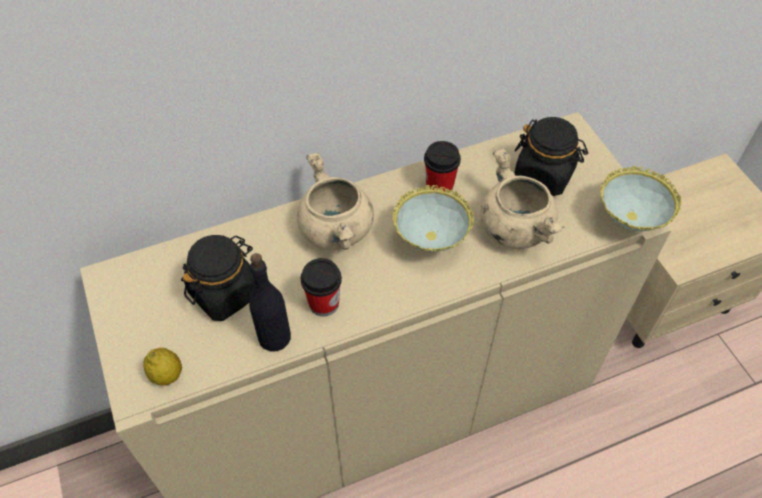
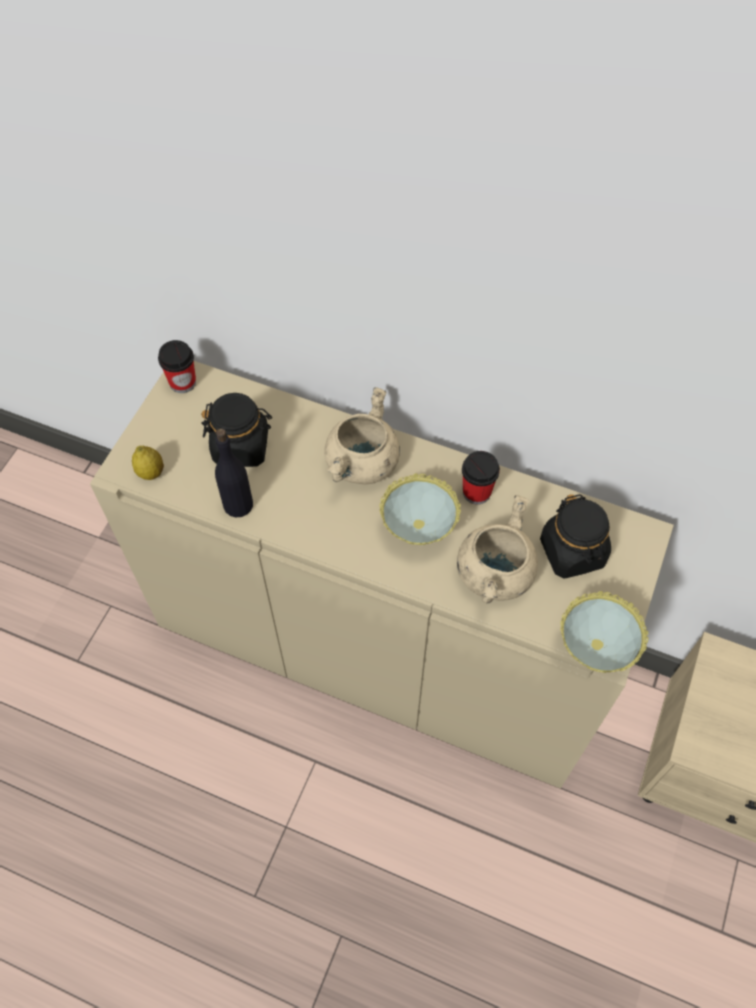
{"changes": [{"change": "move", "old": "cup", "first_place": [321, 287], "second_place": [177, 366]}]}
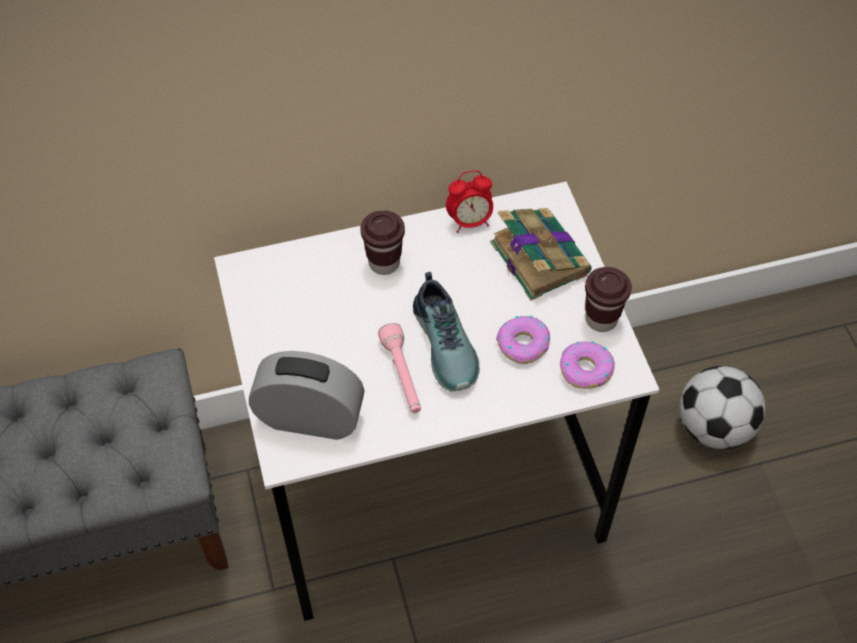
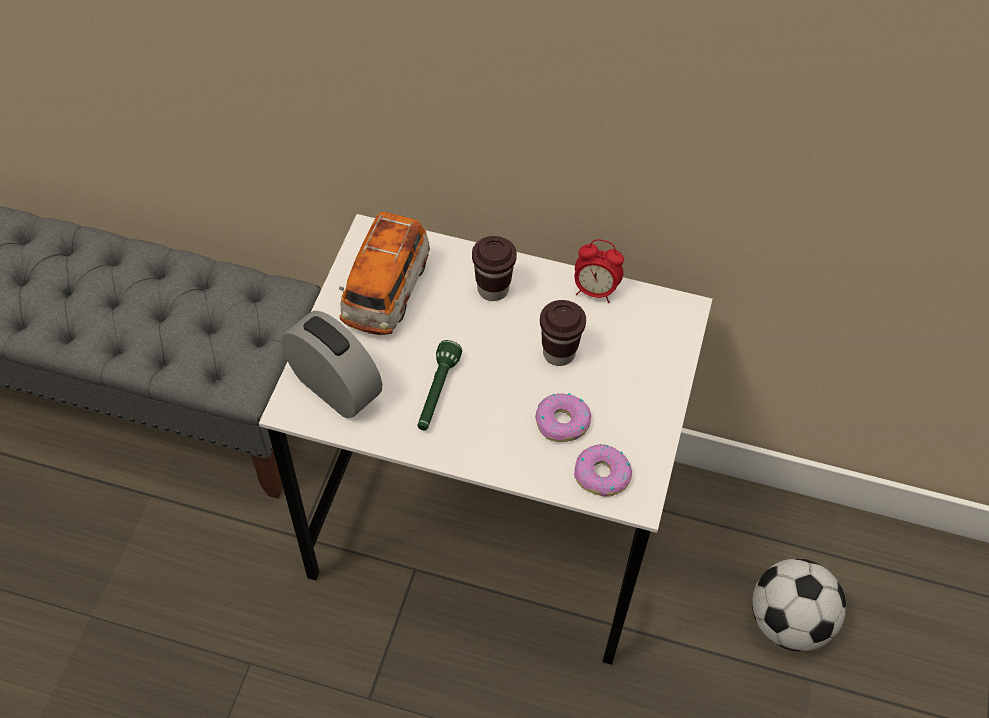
{"changes": [{"change": "delete", "old": "book", "first_place": [541, 254]}, {"change": "move", "old": "cup (brown)", "first_place": [608, 299], "second_place": [563, 333]}, {"change": "delete", "old": "shoe", "first_place": [446, 331]}, {"change": "recolor", "old": "flashlight (pink)", "new": "flashlight (green)", "first_place": [399, 368], "second_place": [440, 385]}, {"change": "insert", "new": "toy car", "second_place": [384, 273]}]}
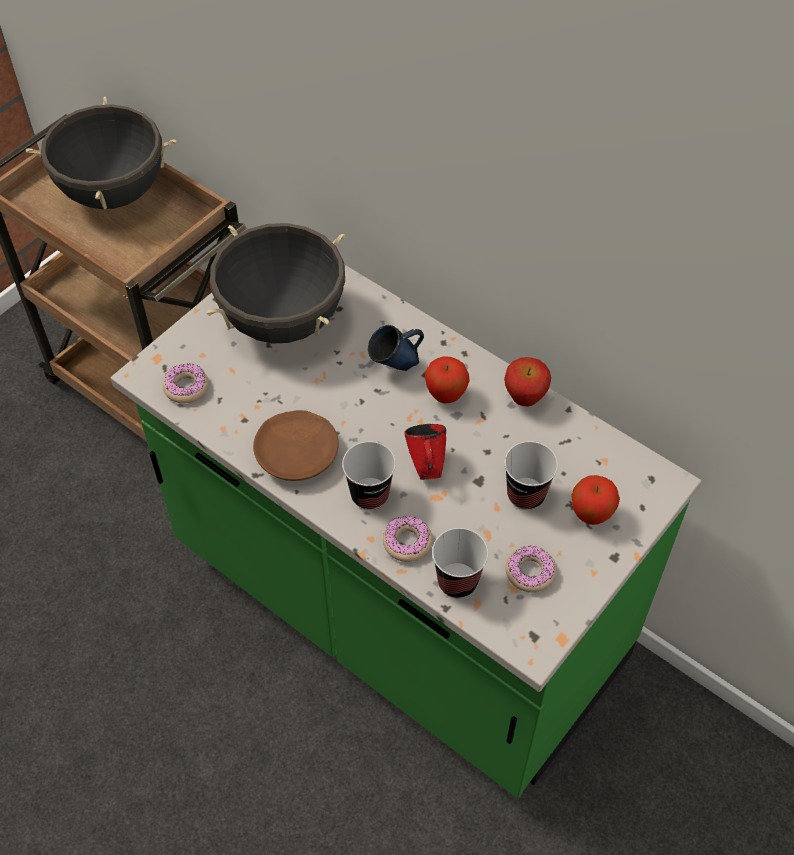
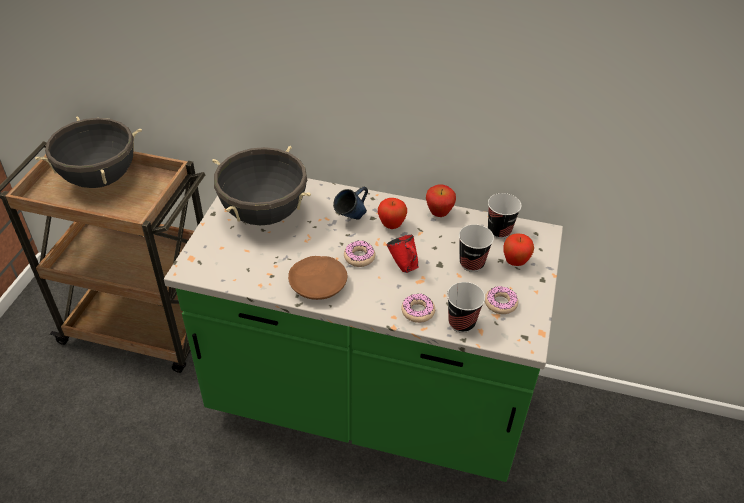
{"changes": [{"change": "move", "old": "donut", "first_place": [185, 384], "second_place": [359, 253]}, {"change": "move", "old": "cup", "first_place": [369, 475], "second_place": [504, 216]}]}
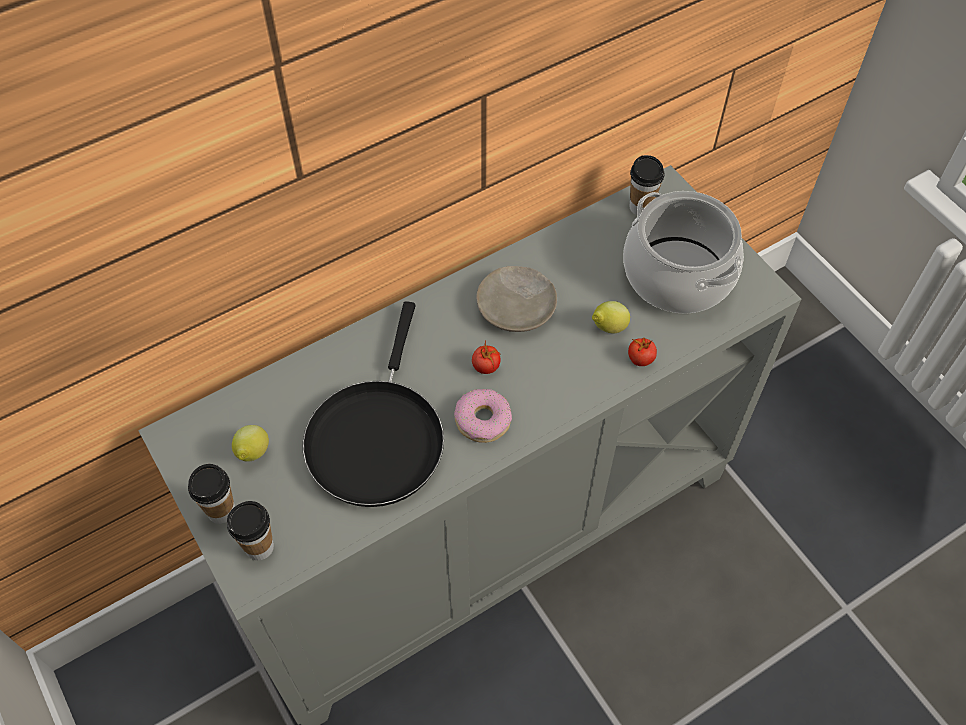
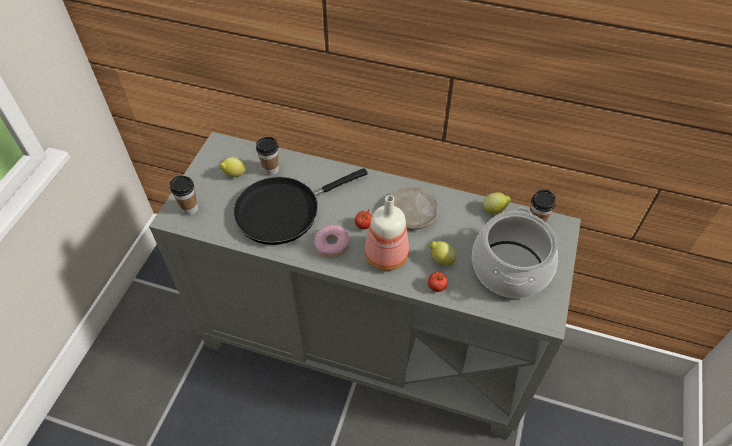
{"changes": [{"change": "move", "old": "cup", "first_place": [211, 494], "second_place": [267, 156]}, {"change": "insert", "new": "lemon", "second_place": [497, 203]}, {"change": "insert", "new": "bottle", "second_place": [386, 233]}]}
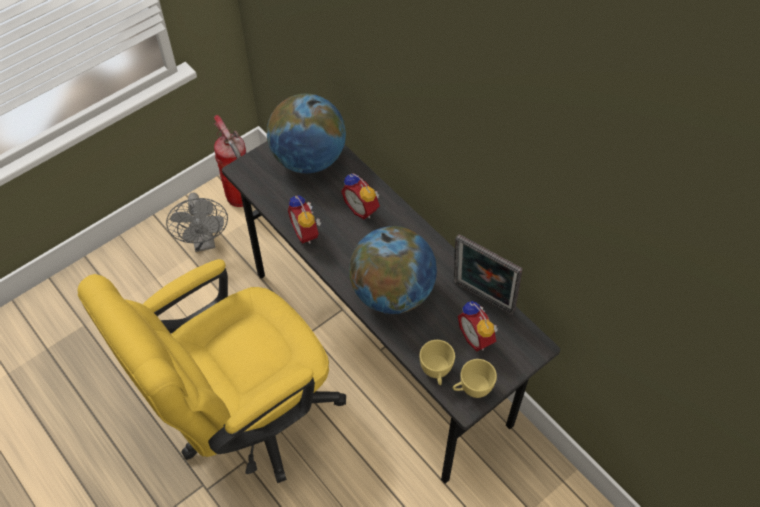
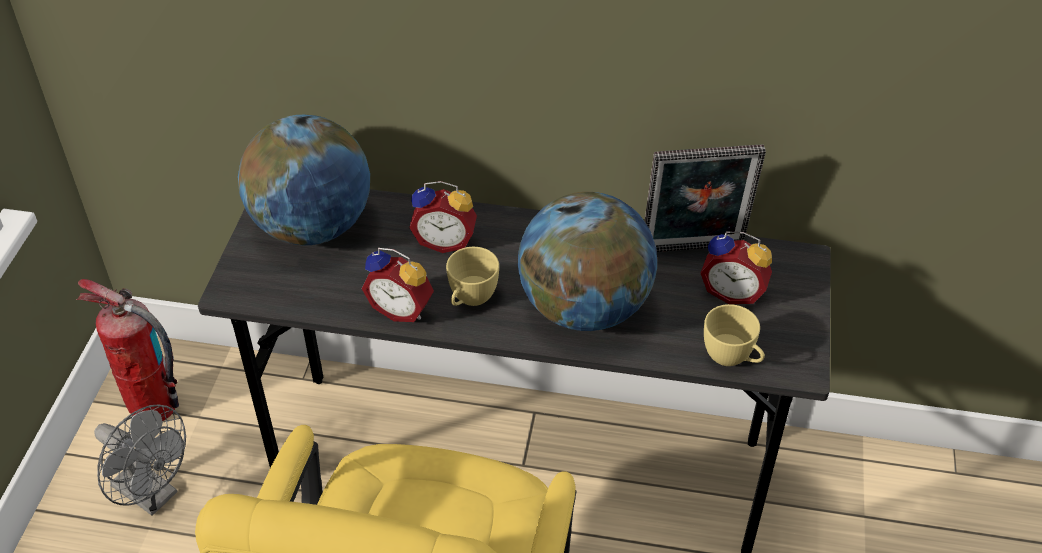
{"changes": [{"change": "move", "old": "cup (yellow)", "first_place": [475, 378], "second_place": [472, 276]}]}
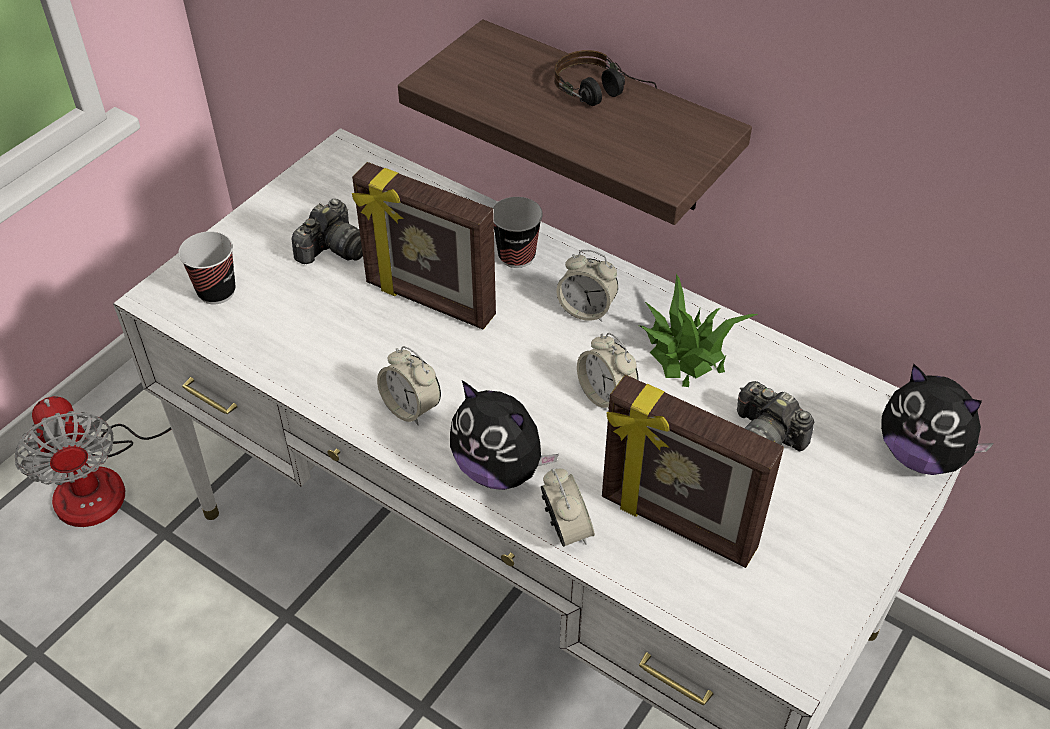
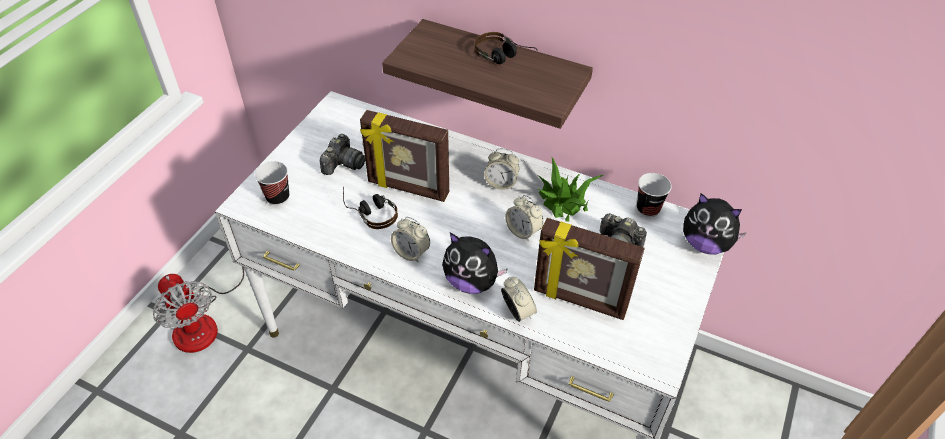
{"changes": [{"change": "move", "old": "cup", "first_place": [518, 232], "second_place": [654, 195]}, {"change": "insert", "new": "headphones", "second_place": [370, 208]}]}
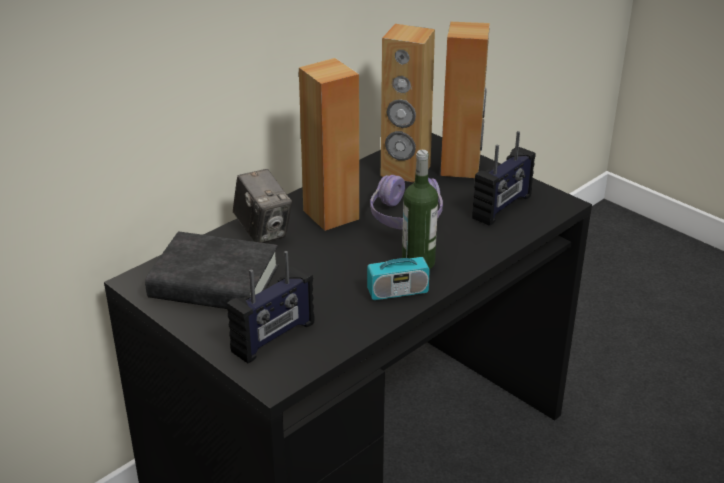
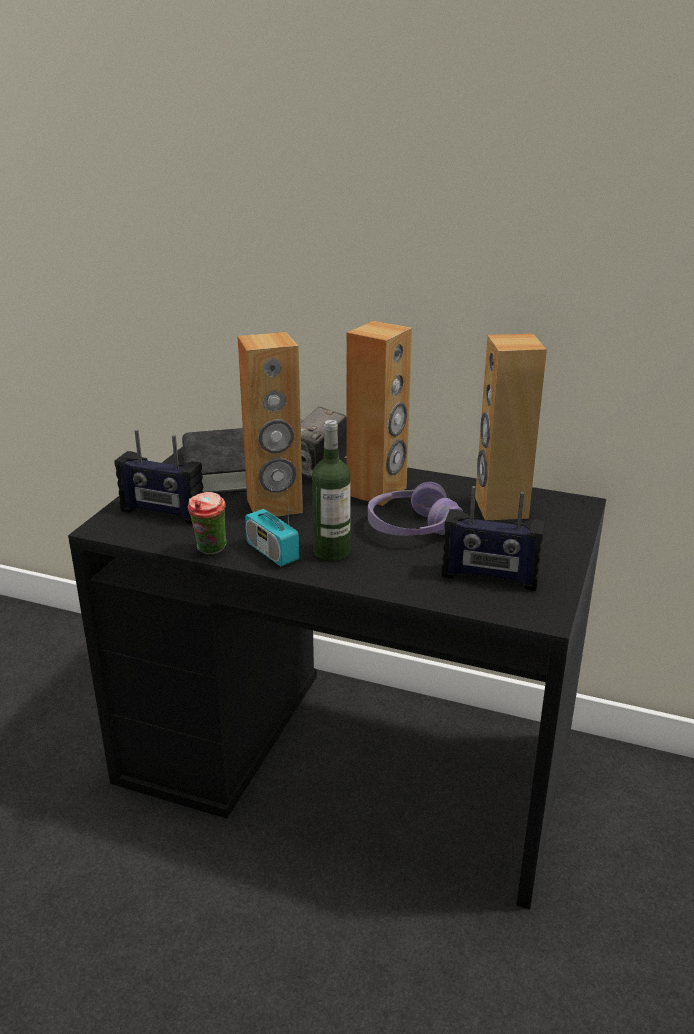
{"changes": [{"change": "move", "old": "speaker (brown)", "first_place": [465, 100], "second_place": [270, 424]}, {"change": "insert", "new": "cup", "second_place": [207, 523]}]}
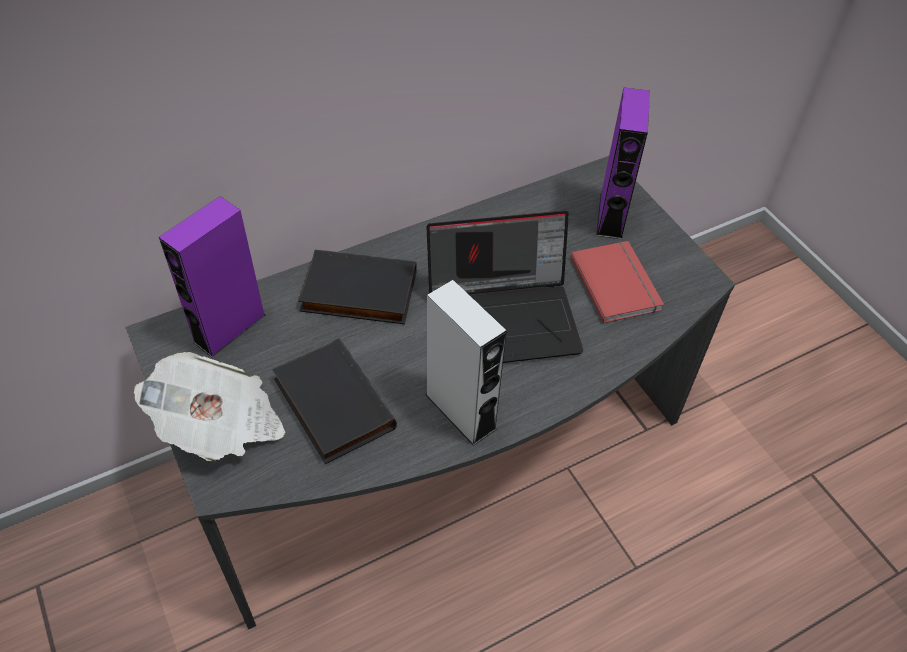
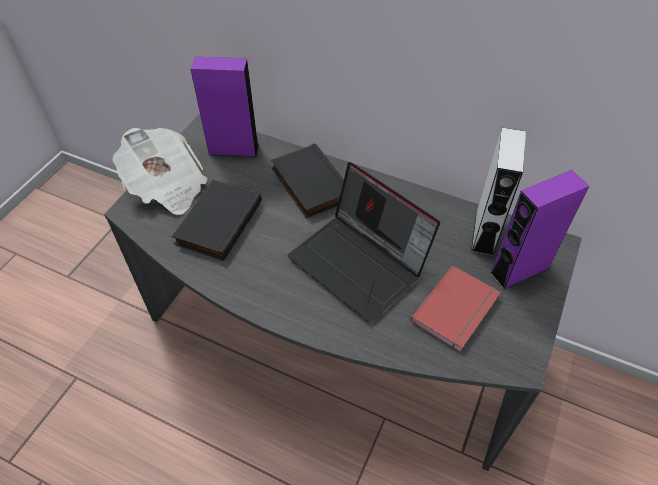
{"changes": [{"change": "move", "old": "speaker (grey)", "first_place": [466, 363], "second_place": [498, 192]}]}
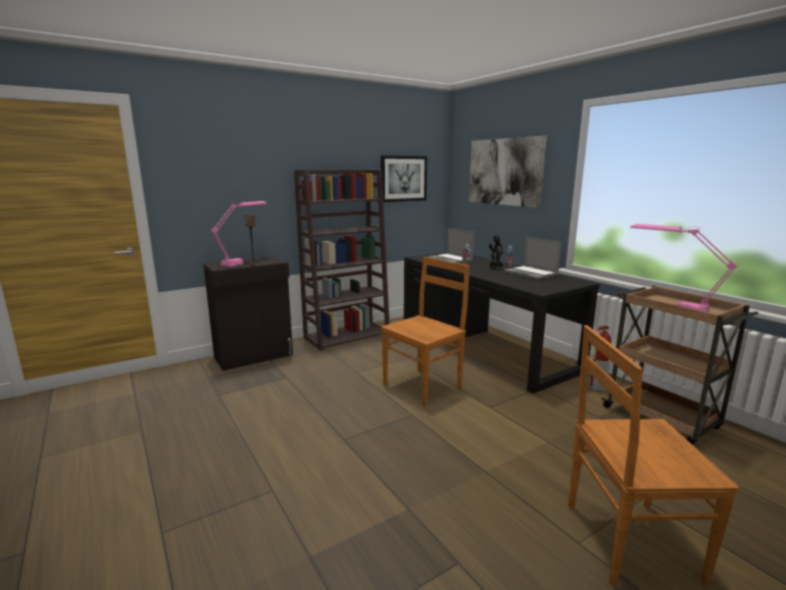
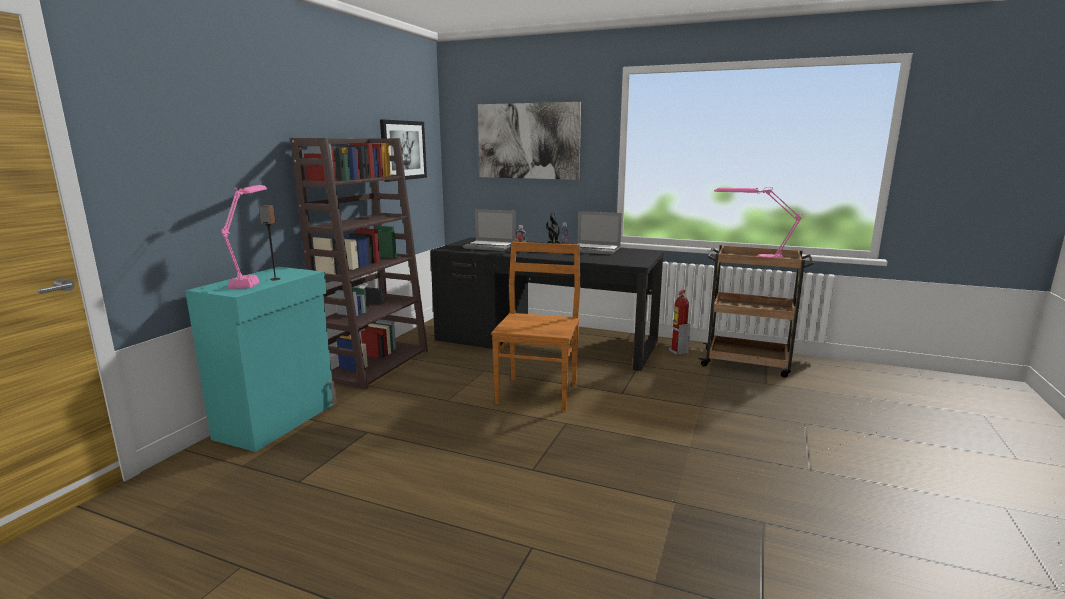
{"changes": [{"change": "recolor", "old": "cabinet (black)", "new": "cabinet (turquoise)", "first_place": [248, 313], "second_place": [261, 359]}, {"change": "delete", "old": "chair (brown)", "first_place": [653, 455]}]}
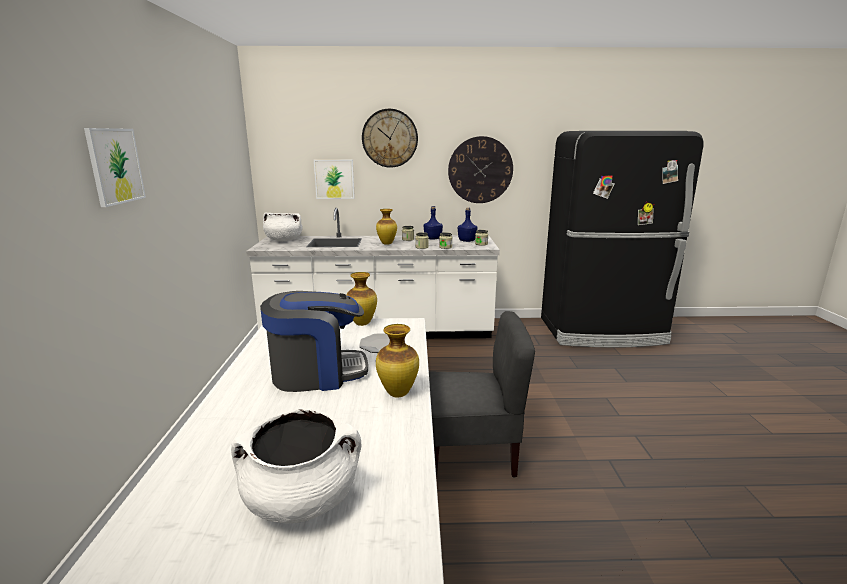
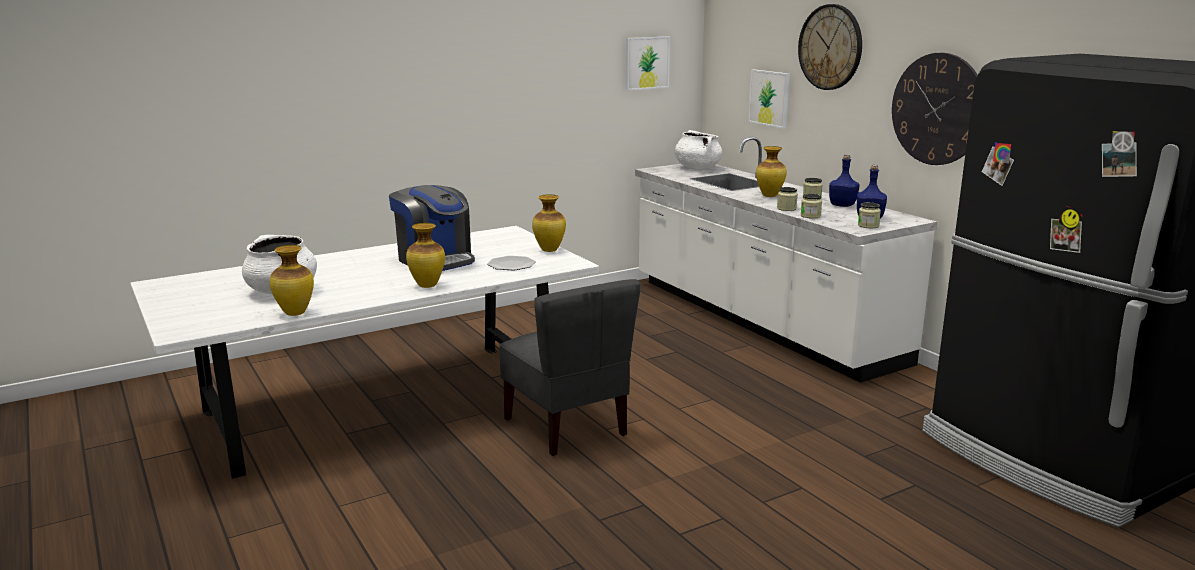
{"changes": [{"change": "move", "old": "picture", "first_place": [115, 167], "second_place": [648, 64]}, {"change": "insert", "new": "vase", "second_place": [292, 280]}]}
